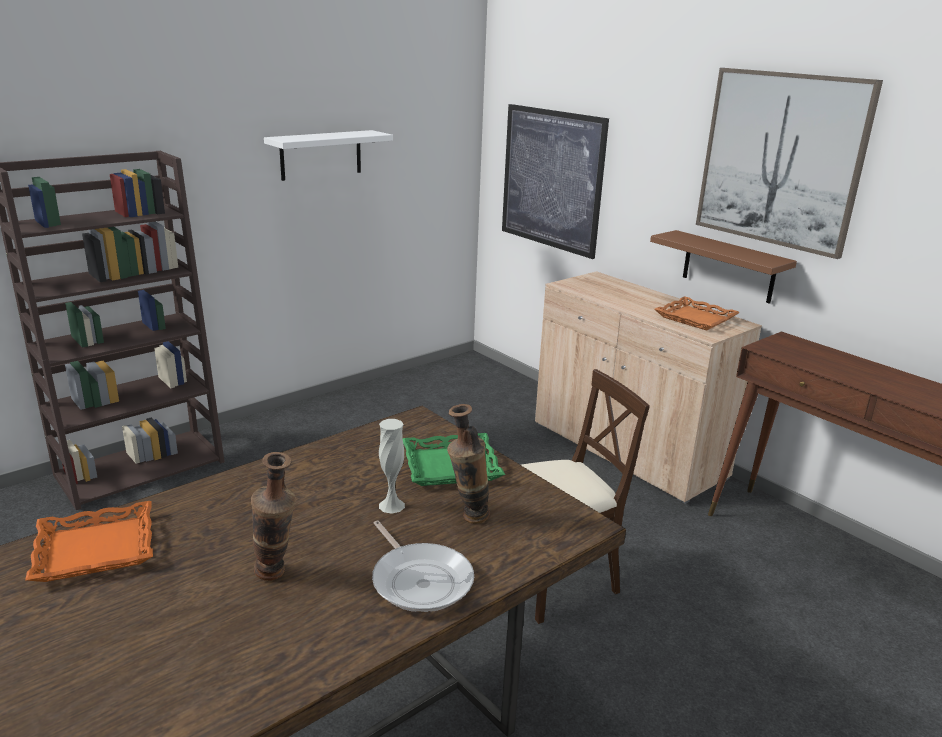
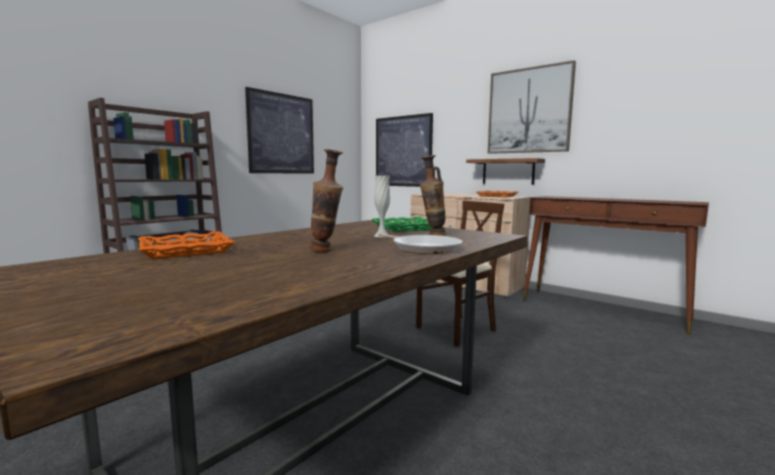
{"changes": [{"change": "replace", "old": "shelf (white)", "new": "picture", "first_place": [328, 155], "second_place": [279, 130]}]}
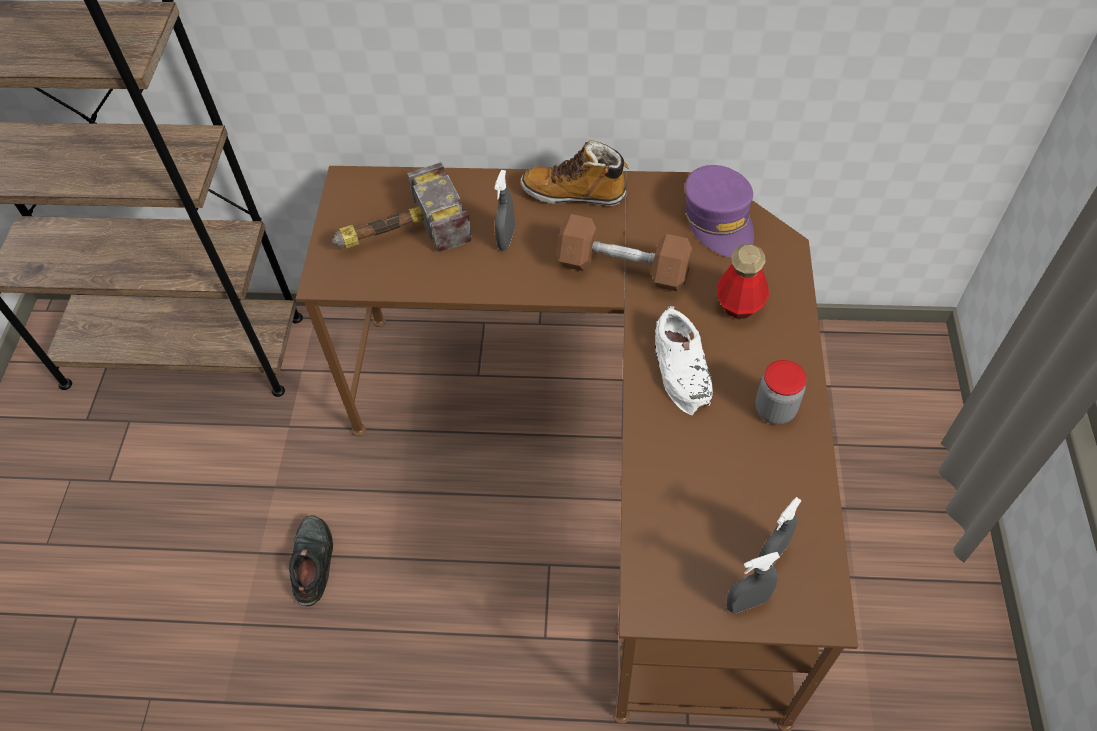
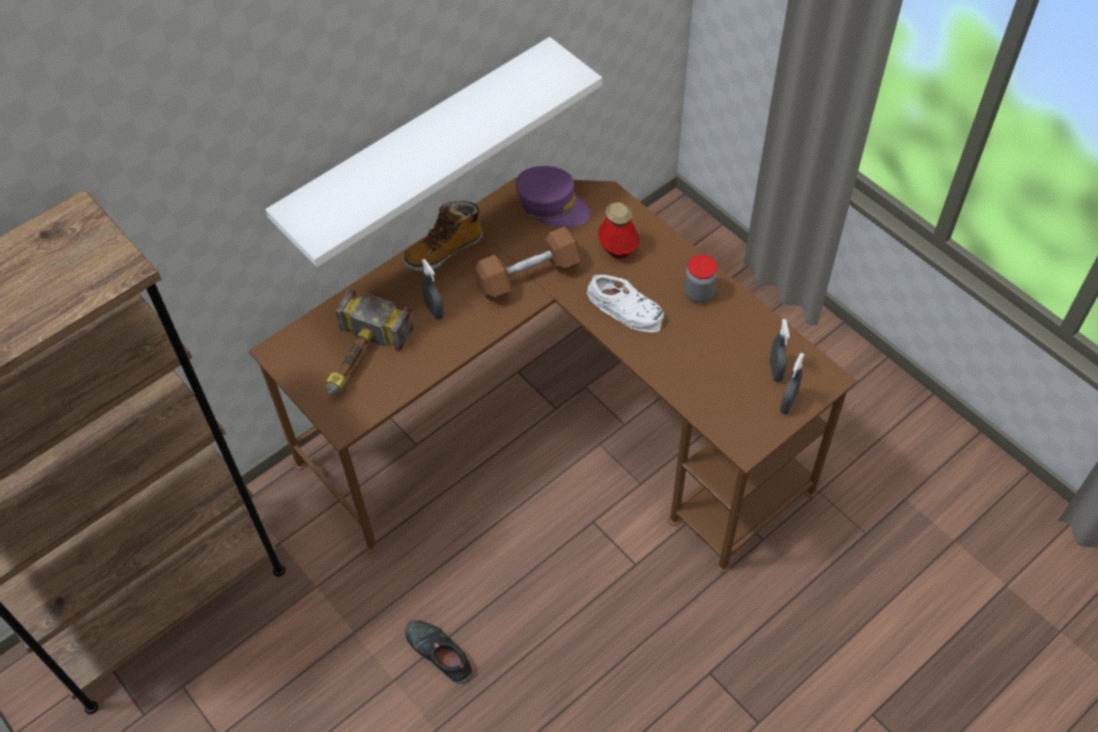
{"changes": [{"change": "insert", "new": "shelf (white)", "second_place": [433, 152]}]}
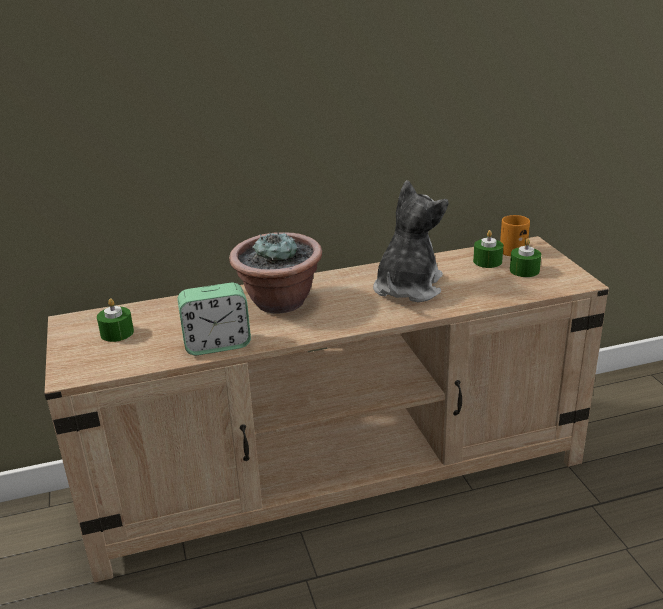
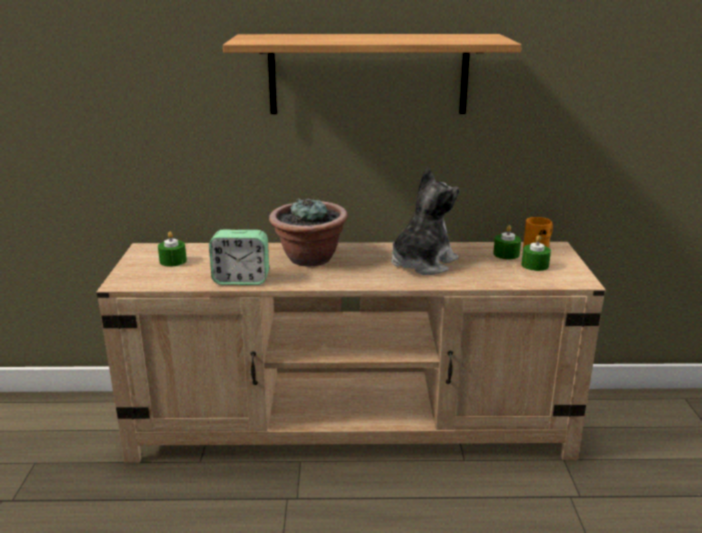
{"changes": [{"change": "insert", "new": "shelf", "second_place": [372, 74]}]}
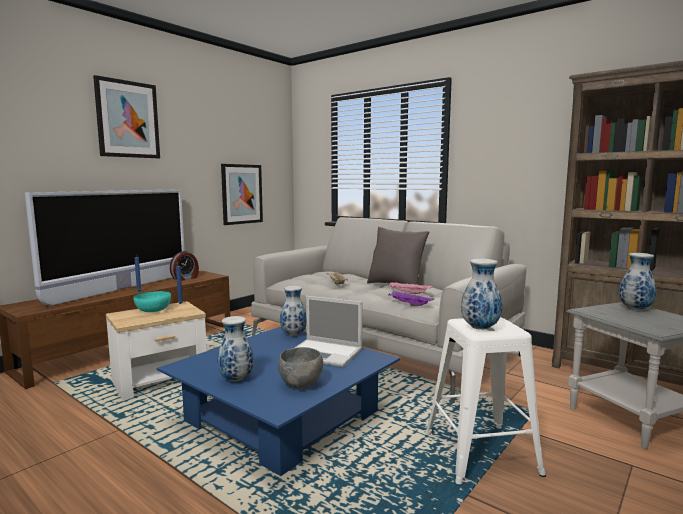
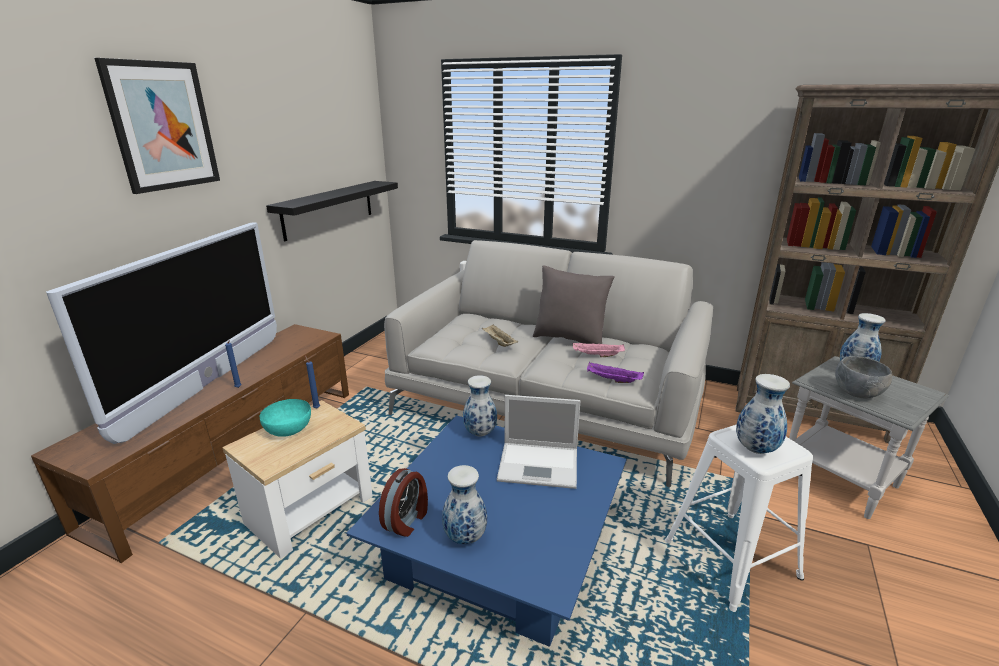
{"changes": [{"change": "replace", "old": "picture", "new": "shelf (black)", "first_place": [242, 194], "second_place": [332, 211]}, {"change": "move", "old": "alarm clock", "first_place": [184, 266], "second_place": [403, 502]}, {"change": "move", "old": "bowl (grey)", "first_place": [300, 368], "second_place": [863, 377]}]}
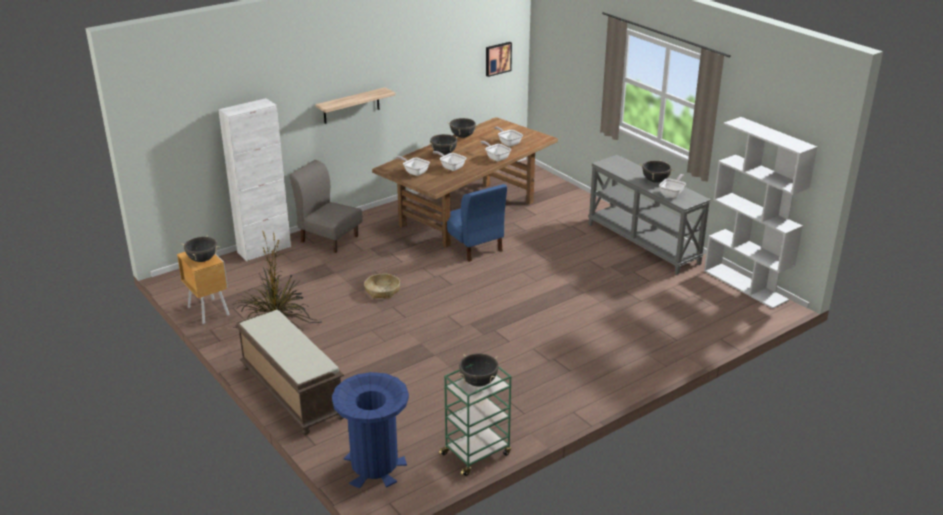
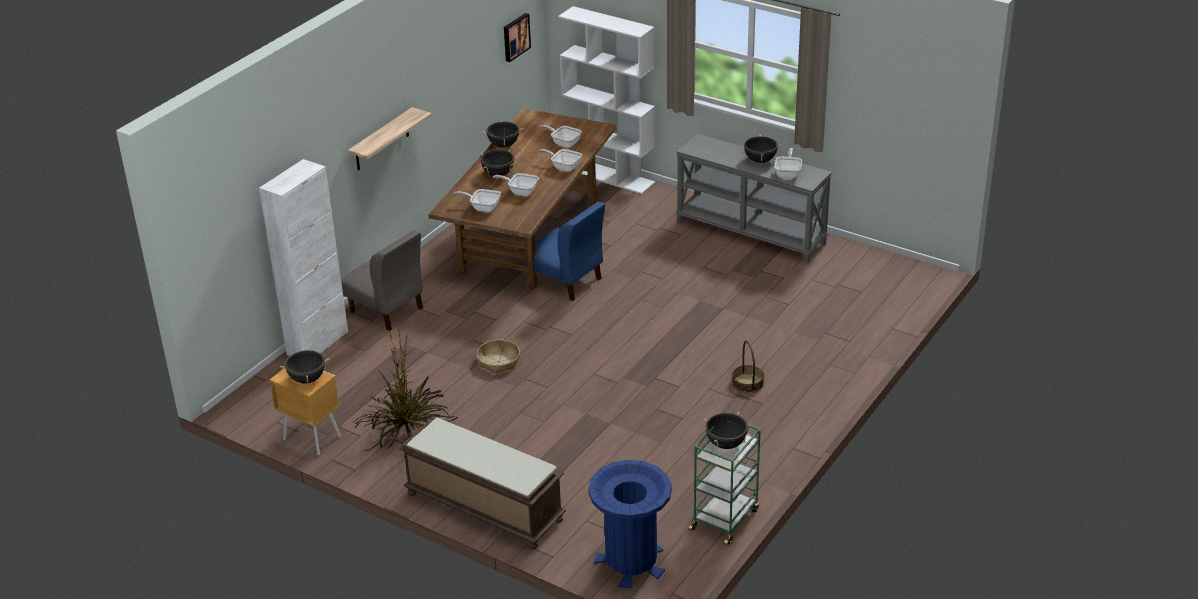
{"changes": [{"change": "move", "old": "bookcase (white)", "first_place": [760, 213], "second_place": [606, 100]}, {"change": "rotate", "old": "chair (grey)", "first_place": [326, 206], "second_place": [382, 280], "degrees": -150}, {"change": "insert", "new": "basket", "second_place": [748, 367]}]}
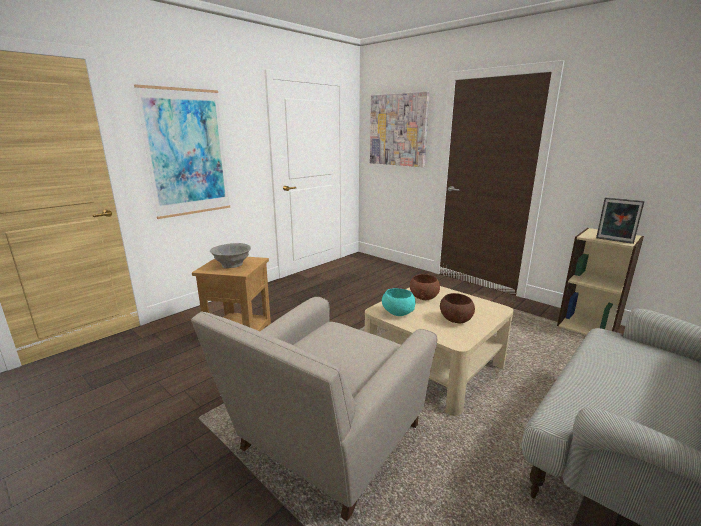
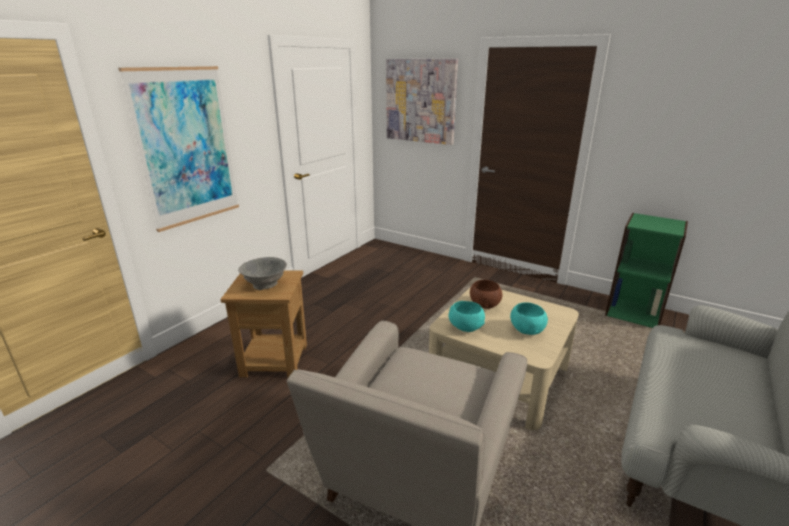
{"changes": [{"change": "delete", "old": "picture frame", "first_place": [620, 220]}, {"change": "recolor", "old": "bookcase (beige)", "new": "bookcase (green)", "first_place": [600, 281], "second_place": [646, 270]}, {"change": "recolor", "old": "bowl (brown)", "new": "bowl (turquoise)", "first_place": [457, 308], "second_place": [529, 318]}]}
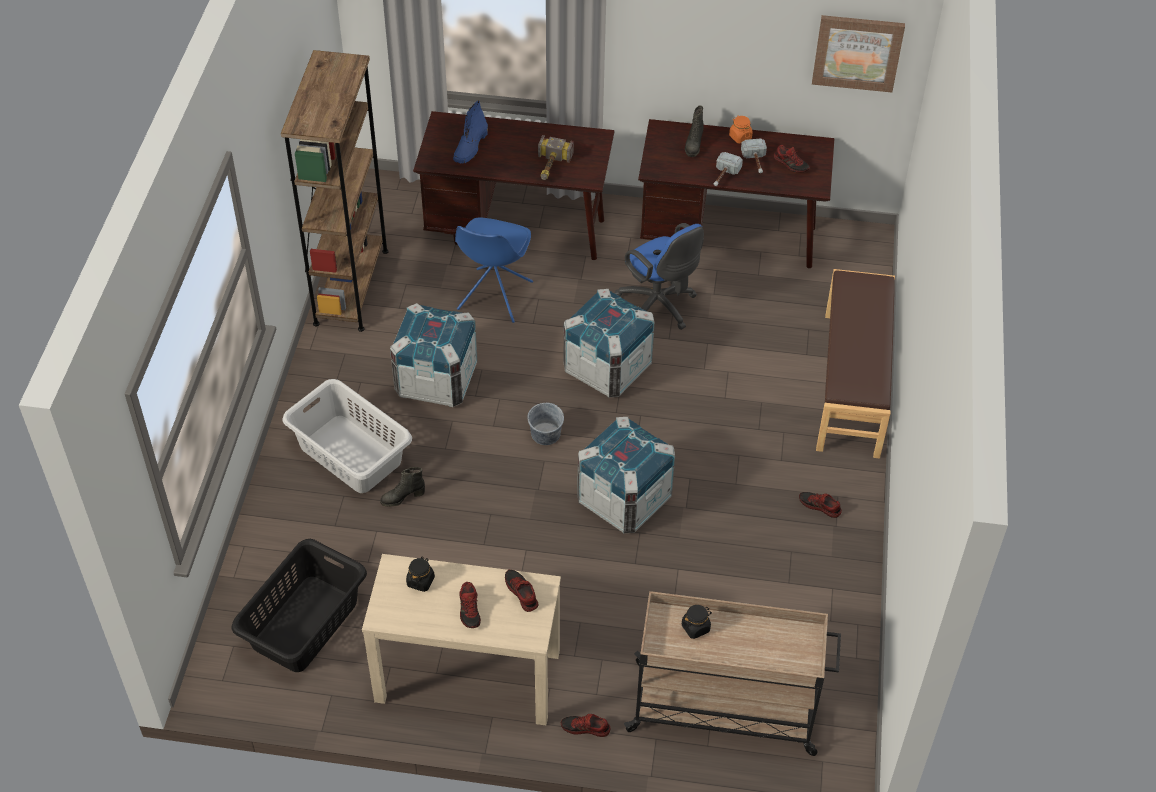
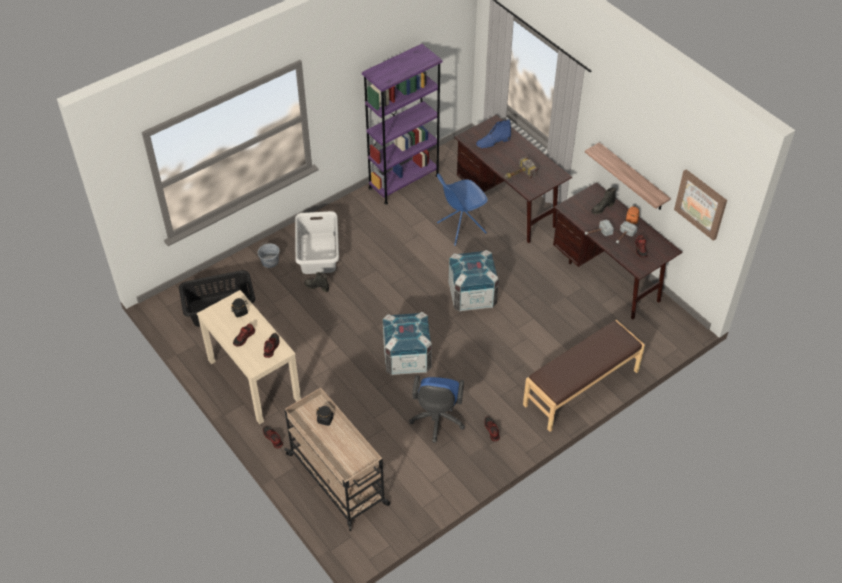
{"changes": [{"change": "recolor", "old": "bookcase (brown)", "new": "bookcase (purple)", "first_place": [335, 191], "second_place": [402, 124]}, {"change": "move", "old": "office chair (blue)", "first_place": [659, 276], "second_place": [437, 409]}, {"change": "delete", "old": "crate", "first_place": [434, 355]}, {"change": "move", "old": "bucket (grey)", "first_place": [546, 424], "second_place": [269, 255]}, {"change": "insert", "new": "shelf", "second_place": [628, 176]}]}
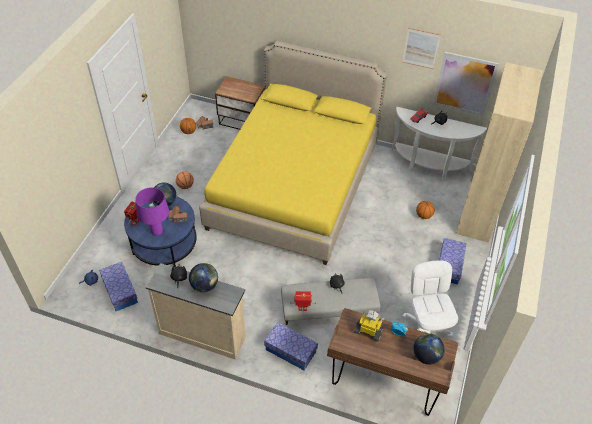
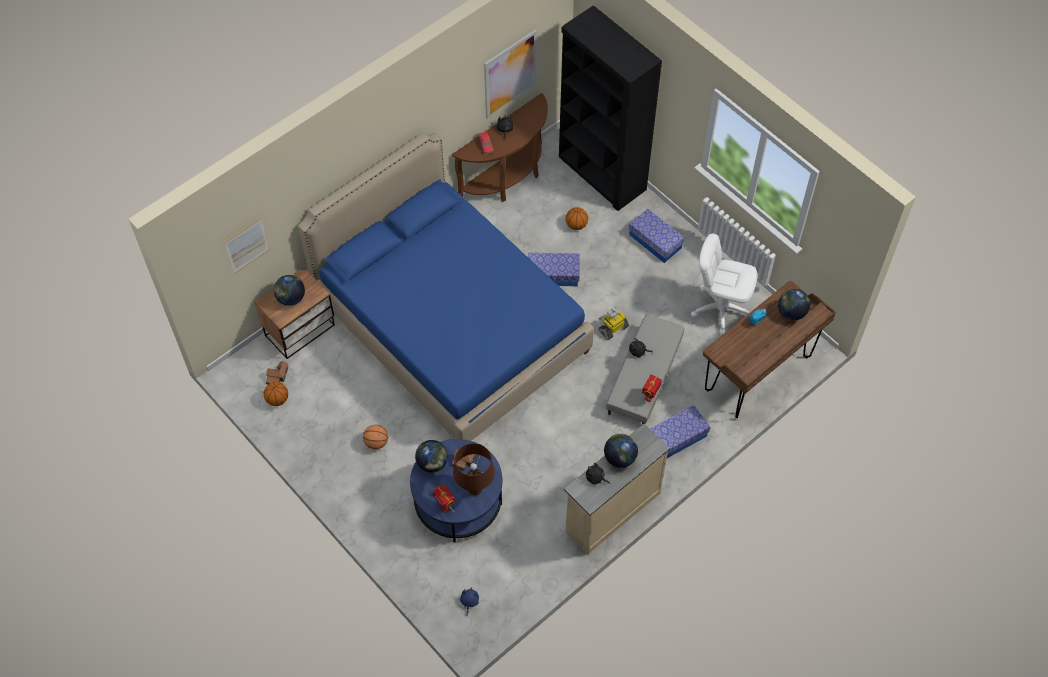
{"changes": [{"change": "move", "old": "picture", "first_place": [422, 48], "second_place": [247, 246]}, {"change": "recolor", "old": "bed (yellow)", "new": "bed (blue)", "first_place": [293, 153], "second_place": [446, 287]}, {"change": "recolor", "old": "bookcase (beige)", "new": "bookcase (black)", "first_place": [499, 152], "second_place": [610, 108]}, {"change": "recolor", "old": "console table (white)", "new": "console table (brown)", "first_place": [439, 143], "second_place": [500, 147]}, {"change": "recolor", "old": "table lamp (purple)", "new": "table lamp (brown)", "first_place": [152, 211], "second_place": [474, 469]}, {"change": "move", "old": "storage box", "first_place": [118, 286], "second_place": [554, 269]}, {"change": "move", "old": "toy robot", "first_place": [369, 326], "second_place": [613, 323]}, {"change": "insert", "new": "globe", "second_place": [289, 290]}]}
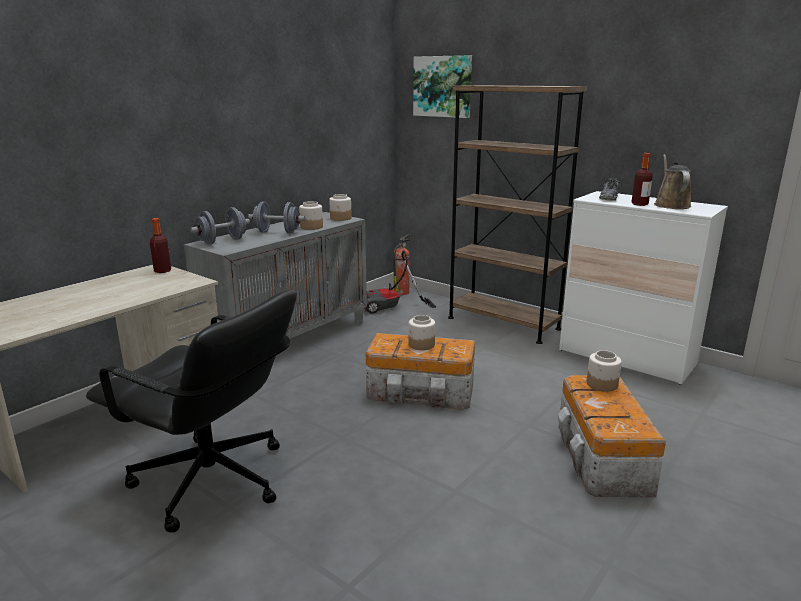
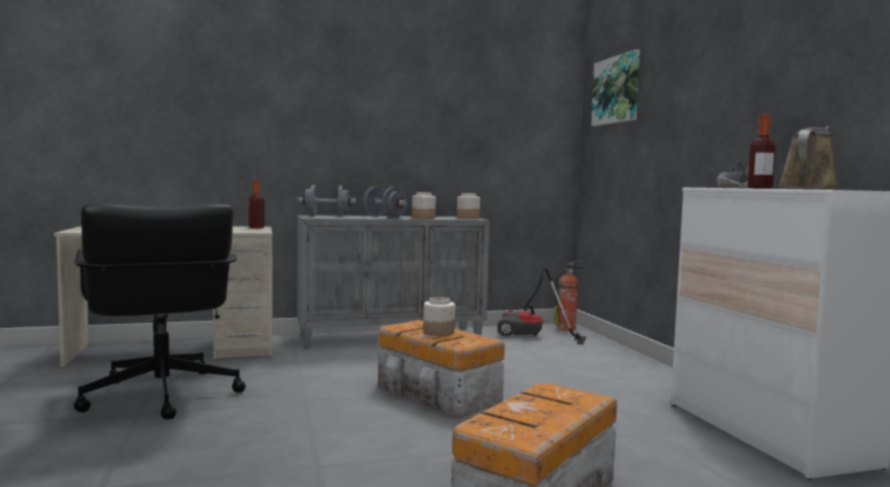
{"changes": [{"change": "delete", "old": "bookcase (brown)", "first_place": [517, 214]}, {"change": "delete", "old": "jar", "first_place": [604, 371]}]}
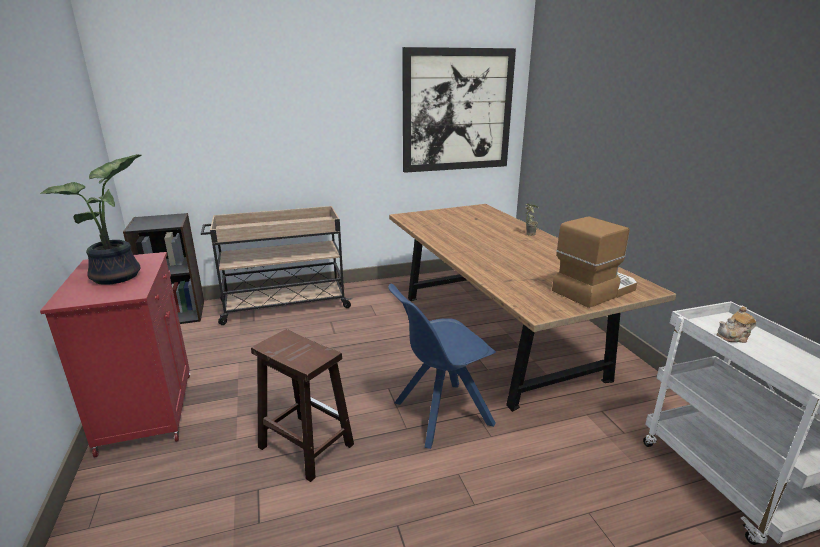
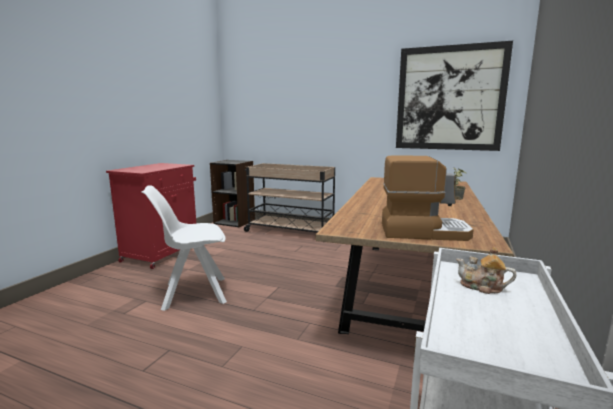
{"changes": [{"change": "delete", "old": "potted plant", "first_place": [90, 219]}, {"change": "delete", "old": "chair (blue)", "first_place": [442, 366]}, {"change": "replace", "old": "stool (brown)", "new": "chair (white)", "first_place": [302, 405], "second_place": [184, 248]}]}
